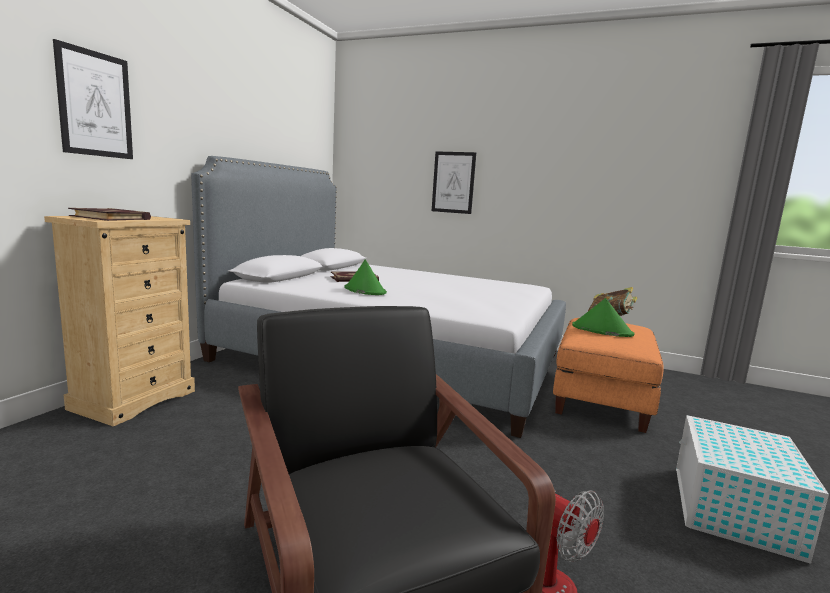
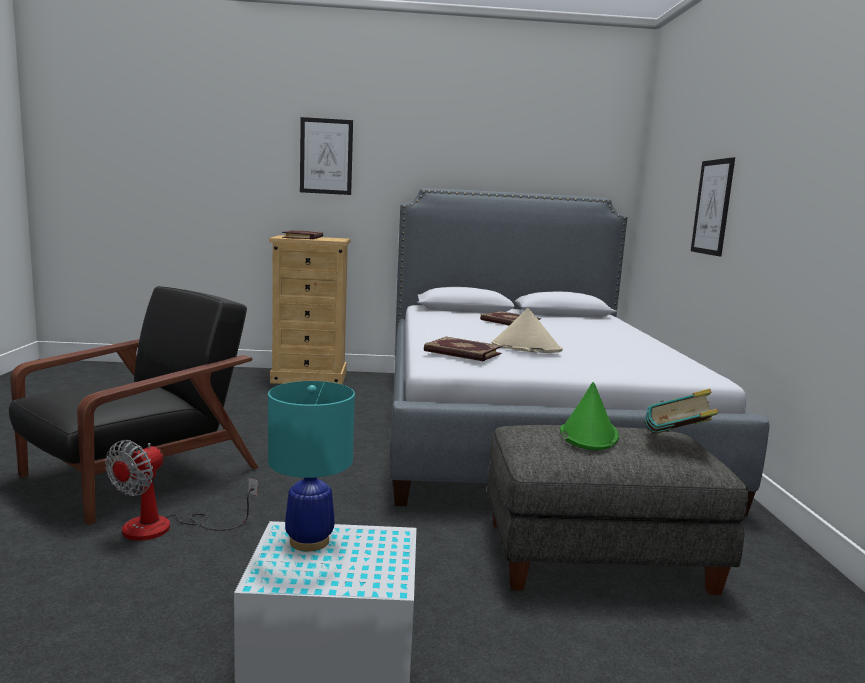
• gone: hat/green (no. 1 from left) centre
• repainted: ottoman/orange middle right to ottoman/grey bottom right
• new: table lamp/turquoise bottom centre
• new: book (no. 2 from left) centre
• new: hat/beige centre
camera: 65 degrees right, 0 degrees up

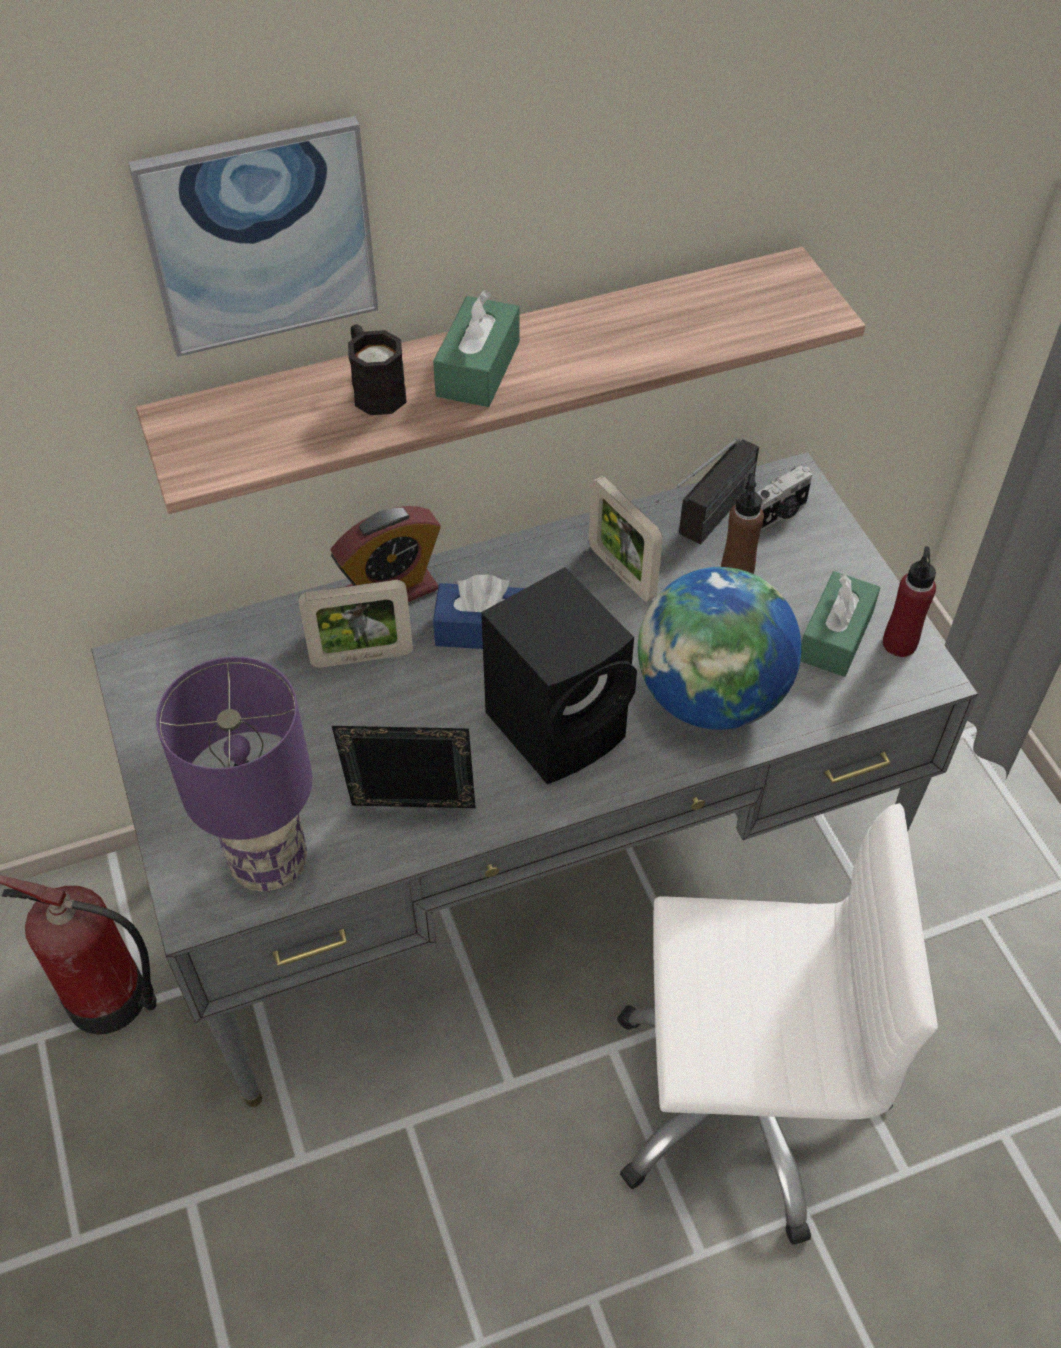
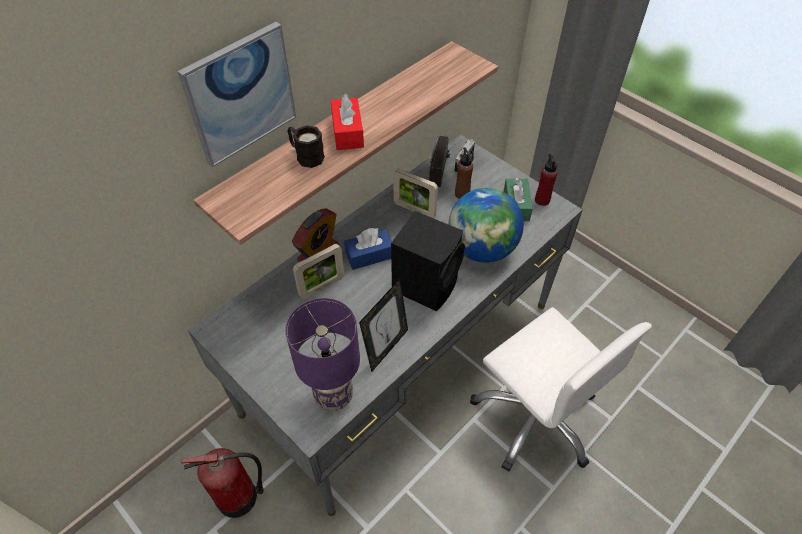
• rotated: picture frame (no. 2 from left) centre = centre 150 degrees clockwise
• repainted: tissue box/green (no. 1 from left) top centre to tissue box/red top centre
• rotated: office chair/white bottom right = bottom right 75 degrees clockwise
camera: 25 degrees left, 0 degrees up

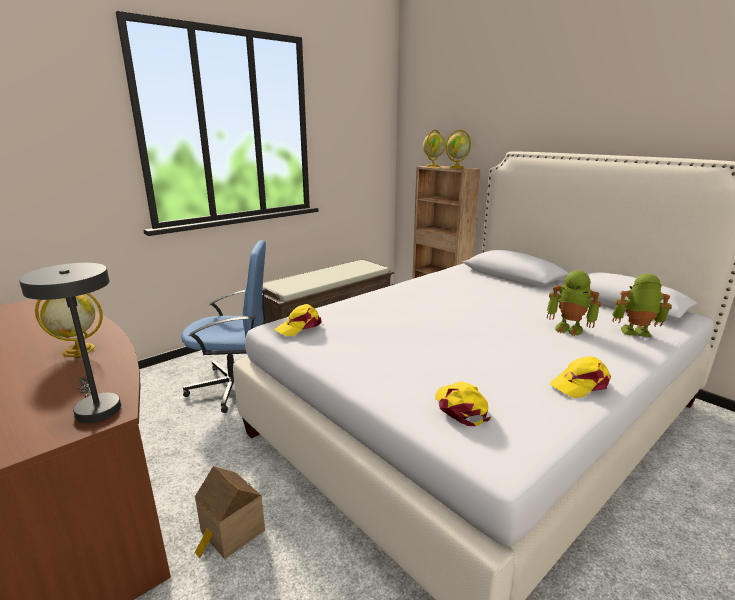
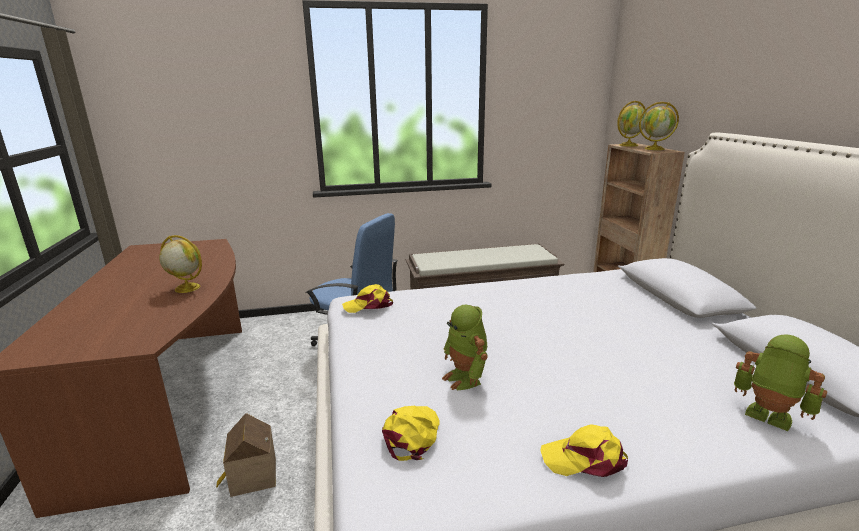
• gone: table lamp/grey middle left
• shifted: toy robot (no. 1 from left) middle right to centre
camera: 30 degrees right, 0 degrees up

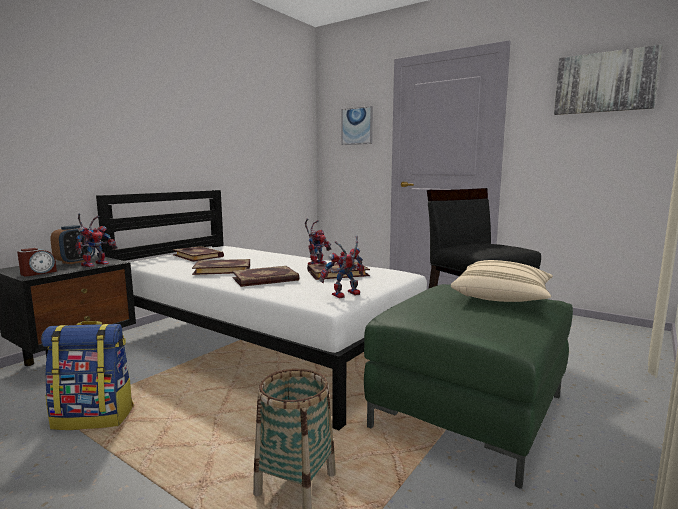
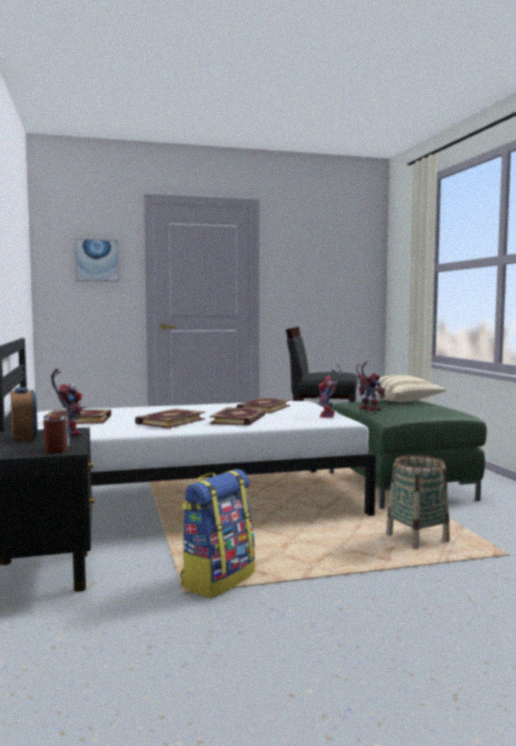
• shifted: toy robot (no. 2 from left in the first image) centre to toy robot (no. 3 from left) middle right
• gone: picture (no. 2 from left) top right
camera: 50 degrees left, 5 degrees down

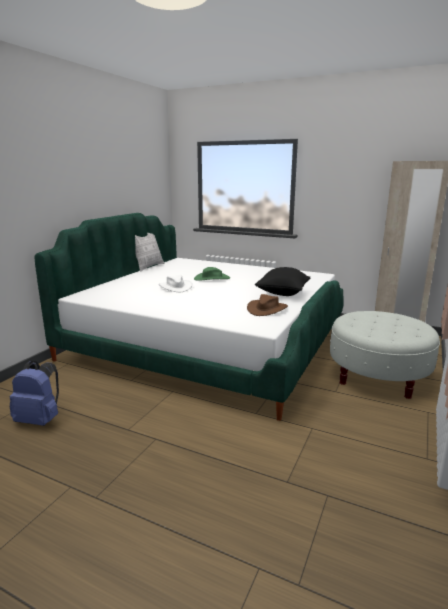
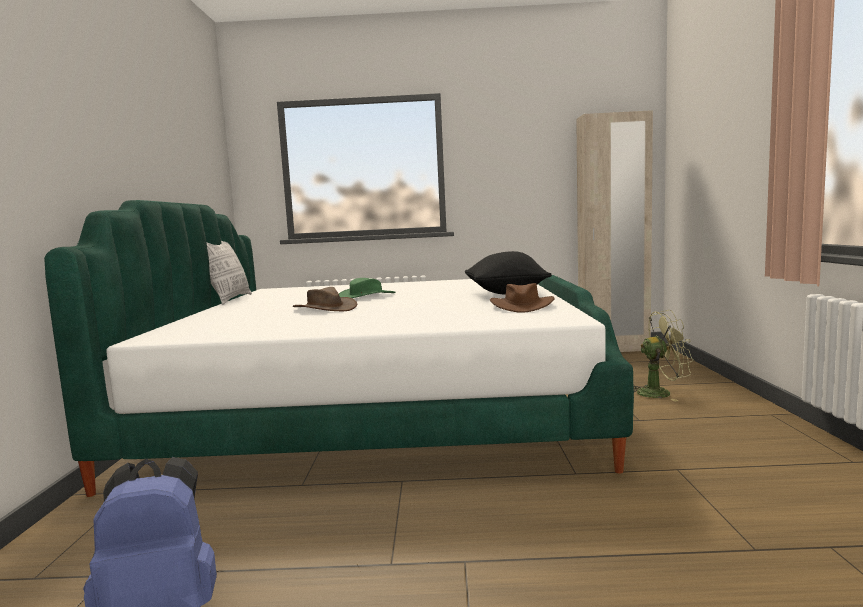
• repainted: hat/white centre to hat/brown (no. 1 from left) centre
• swapped: ottoman/white middle right to fan/green middle right
camera: 25 degrees left, 10 degrees down

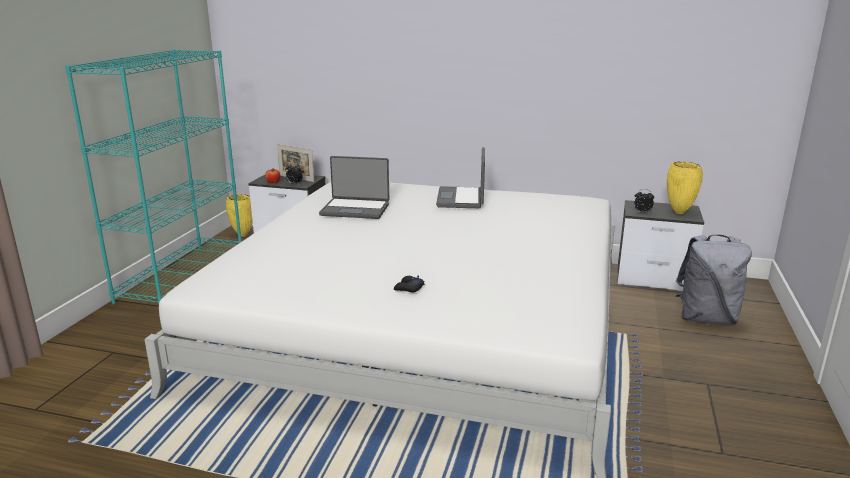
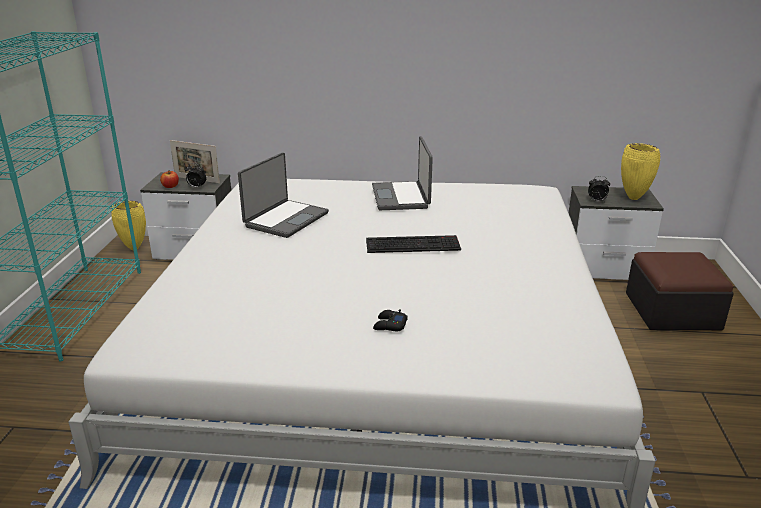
• rotated: laptop (no. 1 from left) centre = centre 60 degrees counterclockwise
• swapped: backpack/grey middle right to ottoman middle right
• new: keyboard centre
camera: 10 degrees left, 5 degrees up

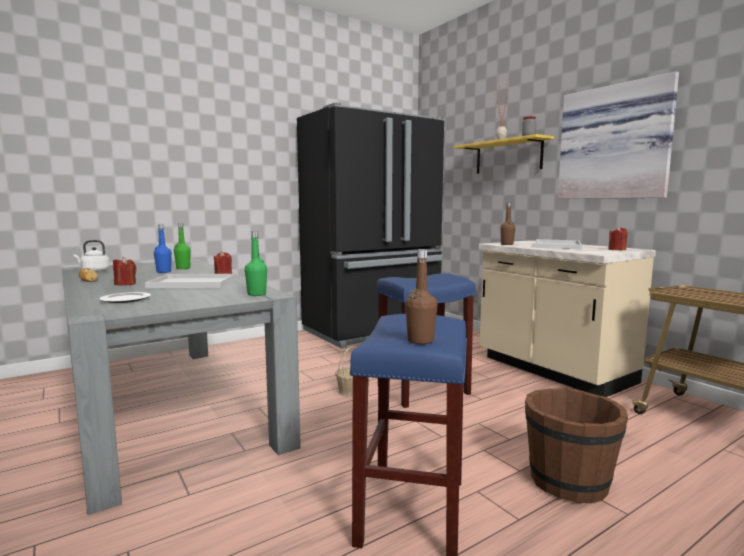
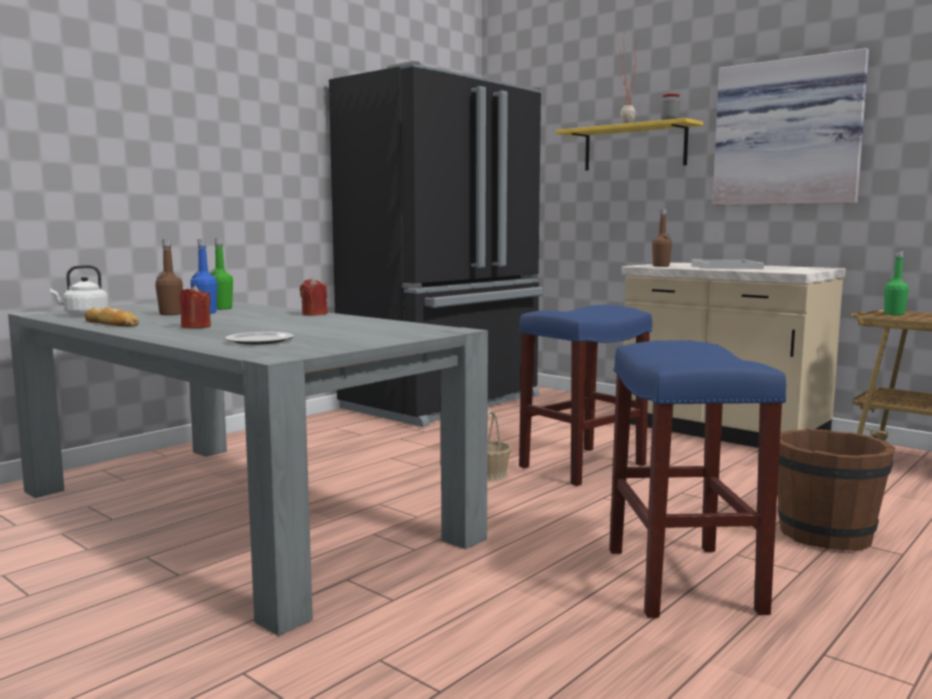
• gone: tray/white (no. 1 from left) middle left
• shifted: bottle/green (no. 2 from left) centre to middle right
• shifted: bottle/brown (no. 1 from left) centre to middle left
• gone: candle/red (no. 3 from left) middle right
camera: 15 degrees left, 0 degrees up

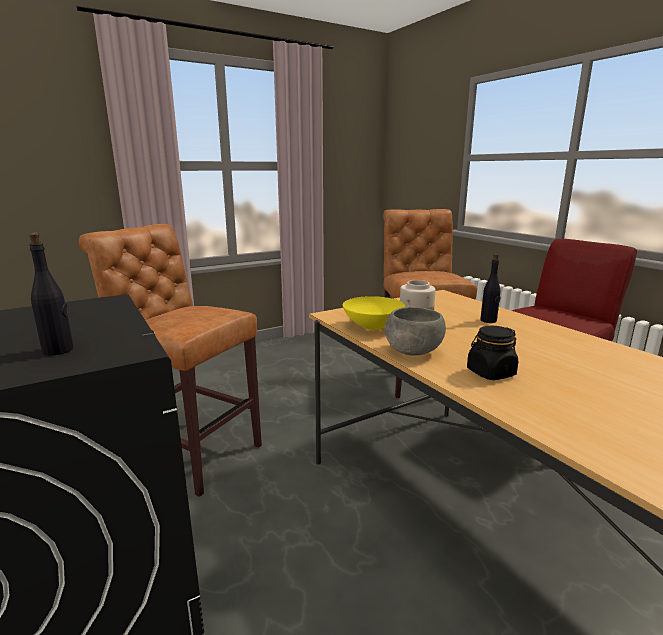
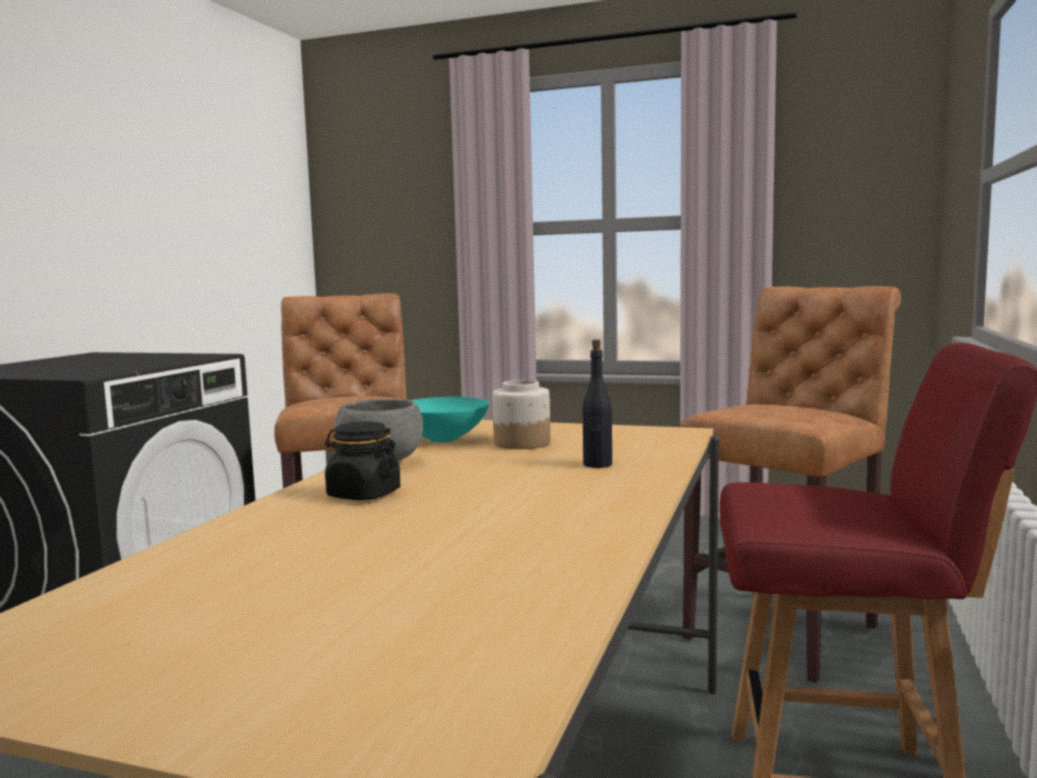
• gone: bottle/black (no. 1 from left) middle left
• repainted: bowl/yellow centre to bowl/turquoise centre
camera: 50 degrees right, 10 degrees down

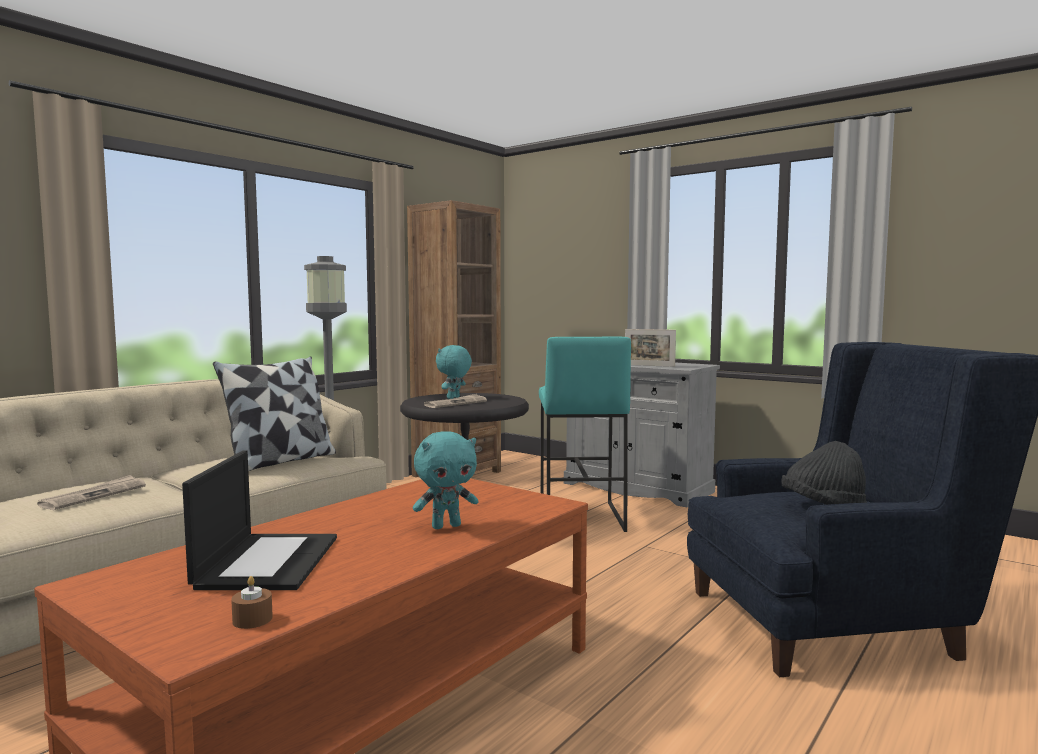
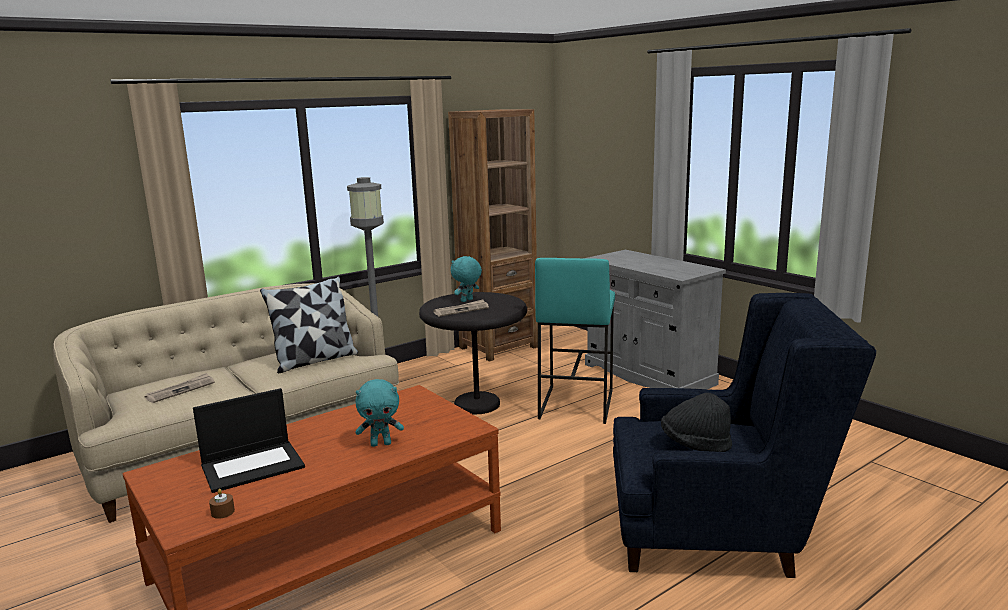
• rotated: laptop bottom left = bottom left 45 degrees clockwise
• gone: picture frame centre
camera: 15 degrees right, 10 degrees up

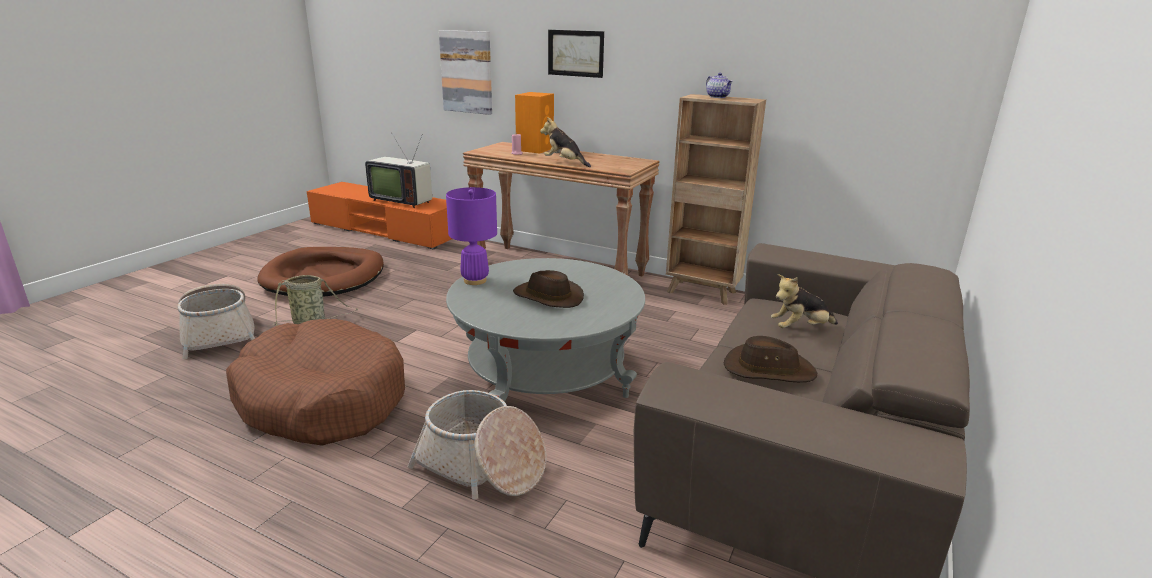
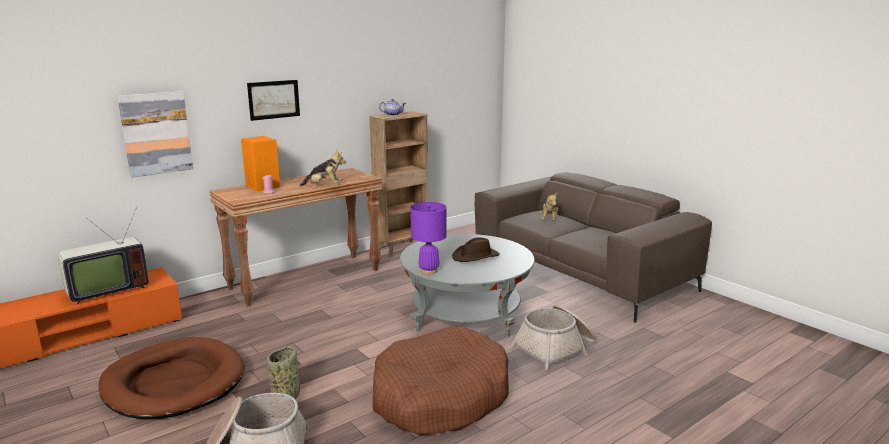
• rotated: plush toy (no. 1 from left) top centre = centre 150 degrees counterclockwise
• gone: hat/brown (no. 2 from left) middle right
camera: 65 degrees left, 5 degrees down

